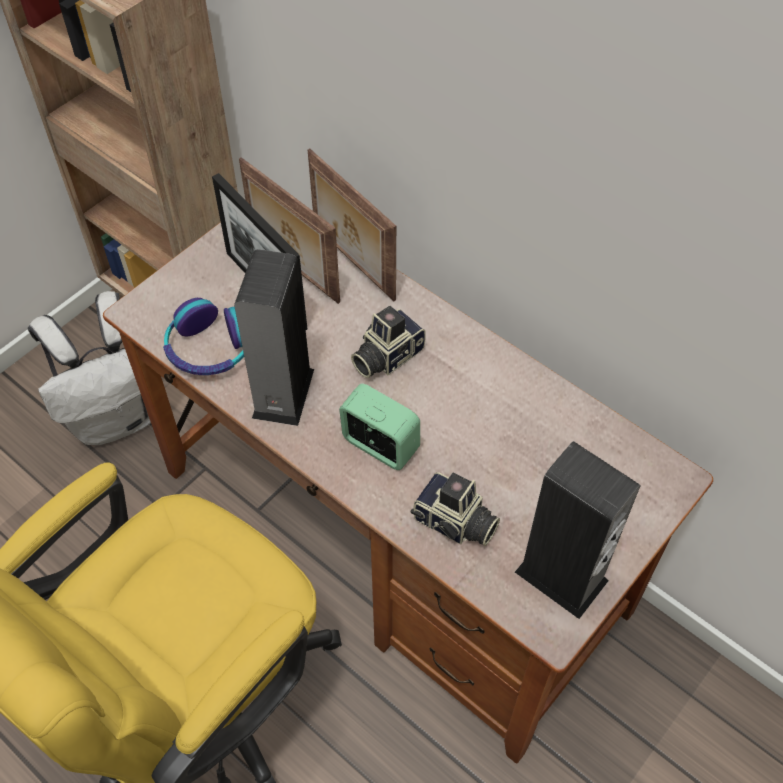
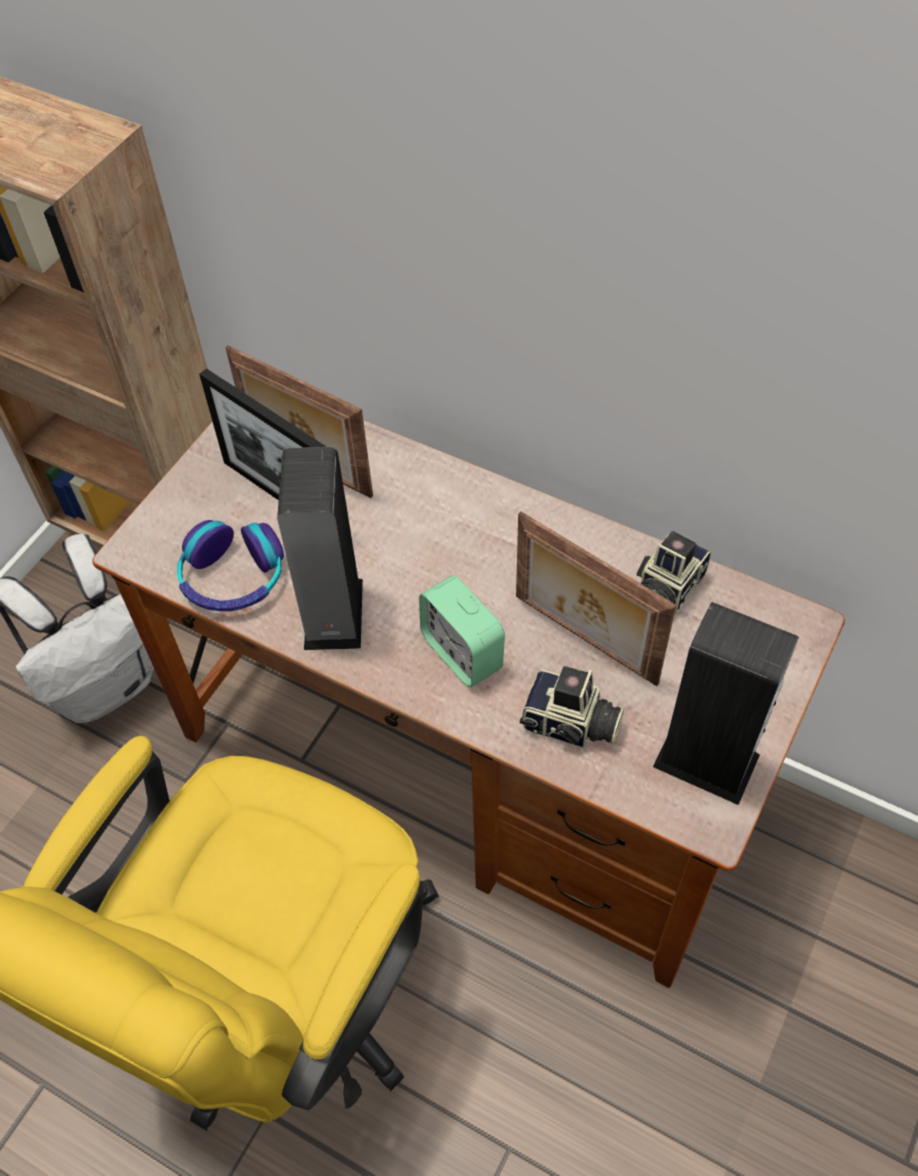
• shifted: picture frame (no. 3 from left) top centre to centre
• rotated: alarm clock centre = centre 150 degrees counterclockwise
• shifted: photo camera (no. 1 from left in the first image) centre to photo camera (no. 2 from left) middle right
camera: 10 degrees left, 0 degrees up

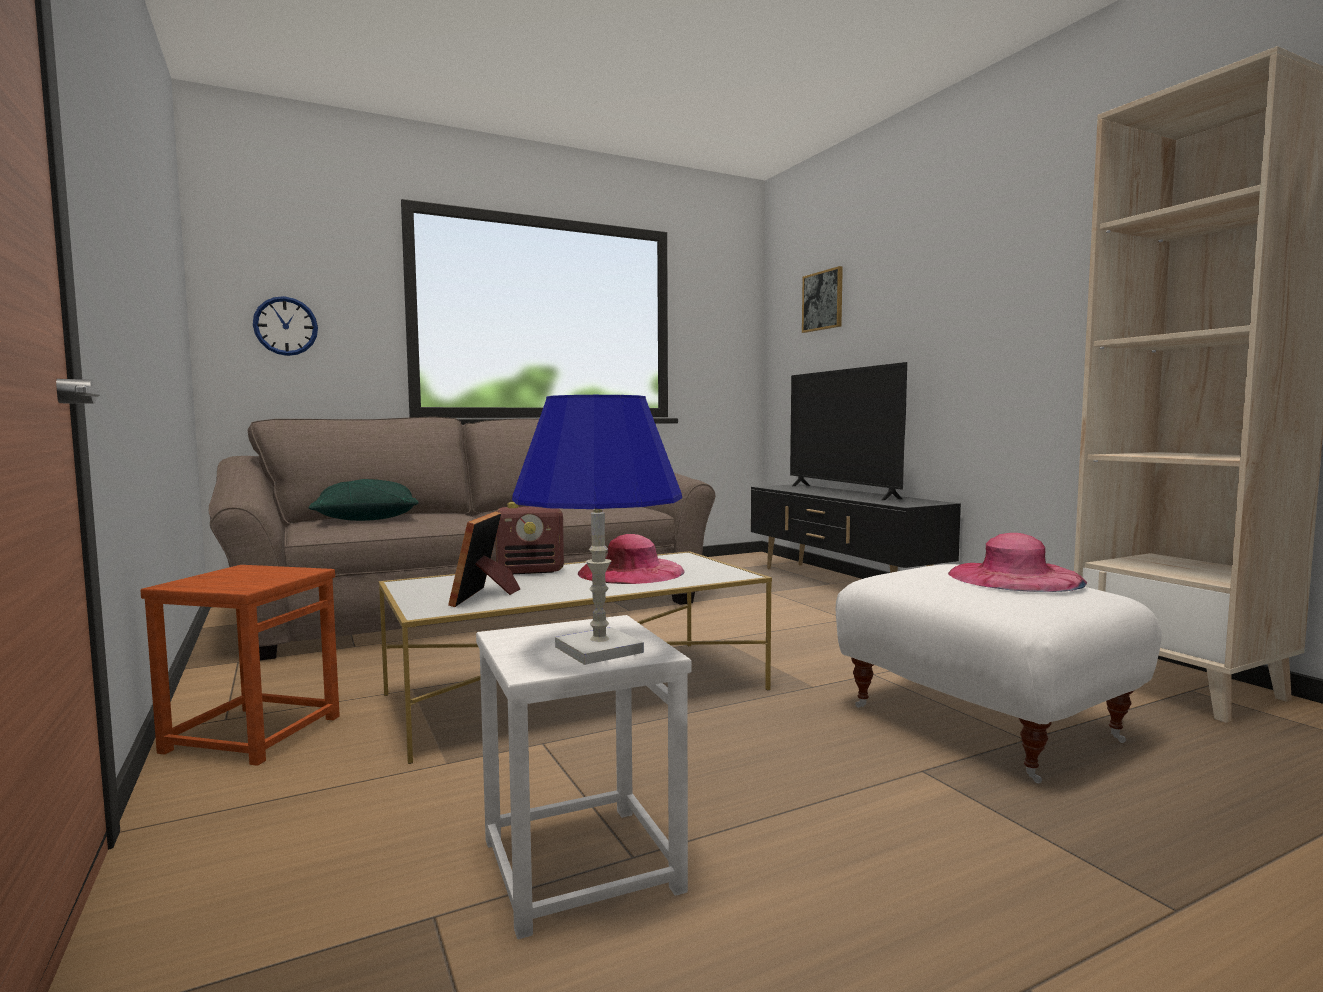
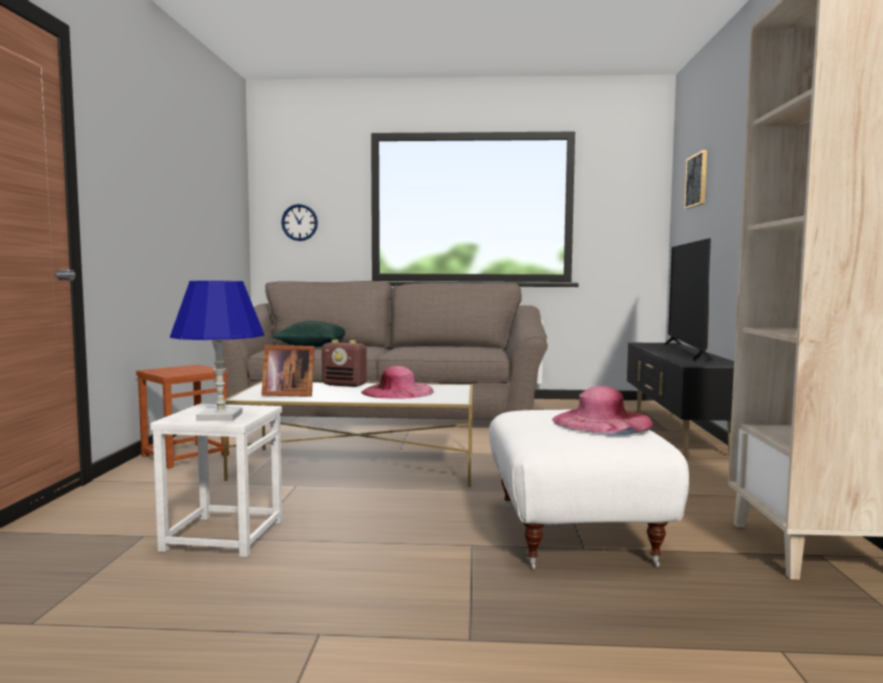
• rotated: picture frame centre = middle left 120 degrees counterclockwise
camera: 30 degrees right, 0 degrees up

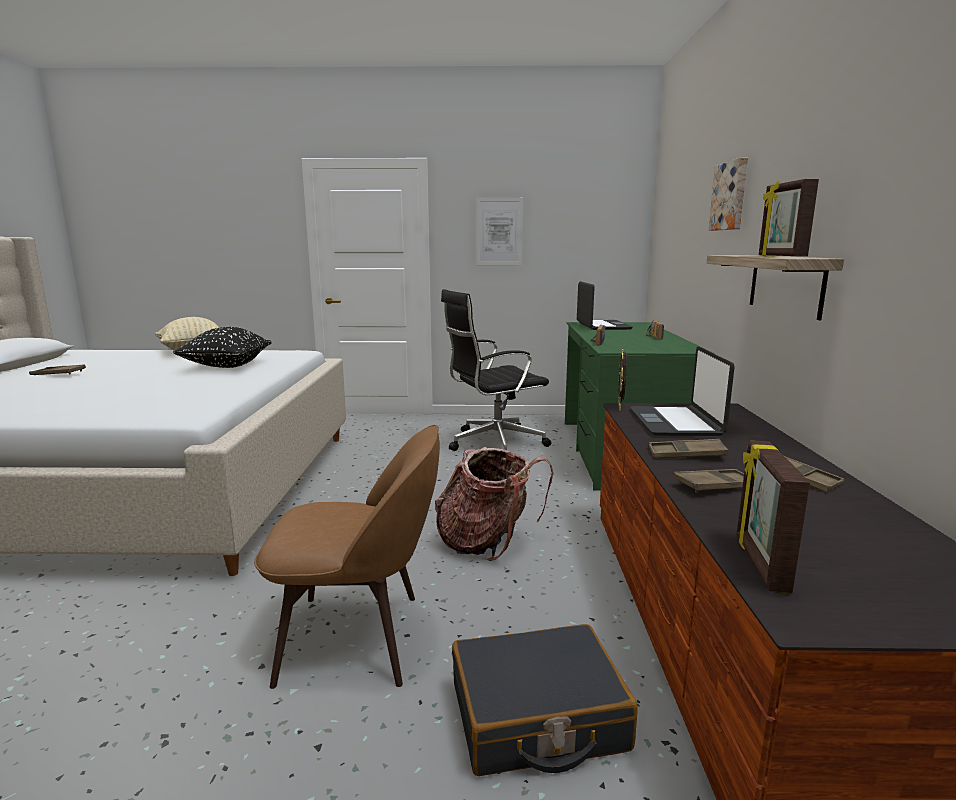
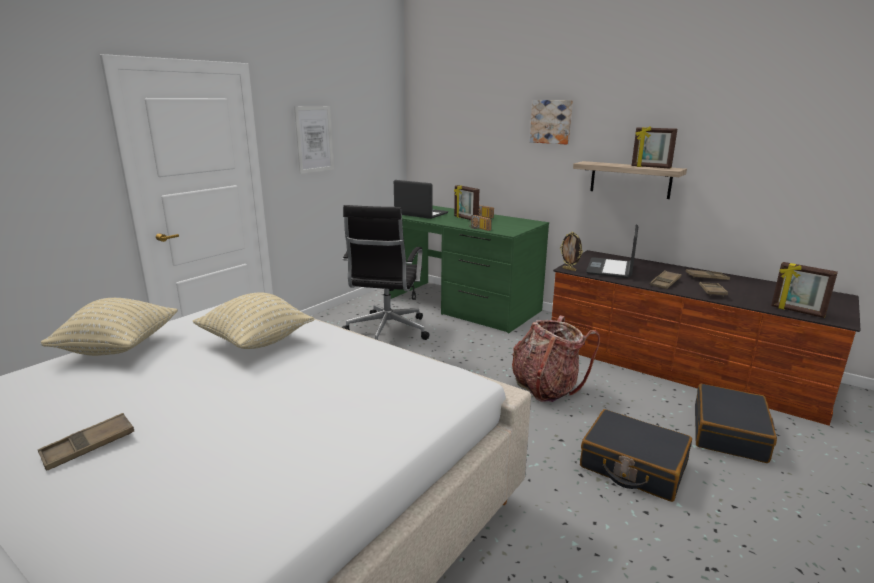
• repainted: pillow/black middle left to pillow/beige (no. 2 from left) middle left
• swapped: chair/brown bottom centre to suitcase/black (no. 1 from left) bottom right
• rotated: laptop (no. 2 from left) middle right = middle right 75 degrees clockwise
• new: picture frame (no. 1 from left) centre
camera: 55 degrees left, 5 degrees up

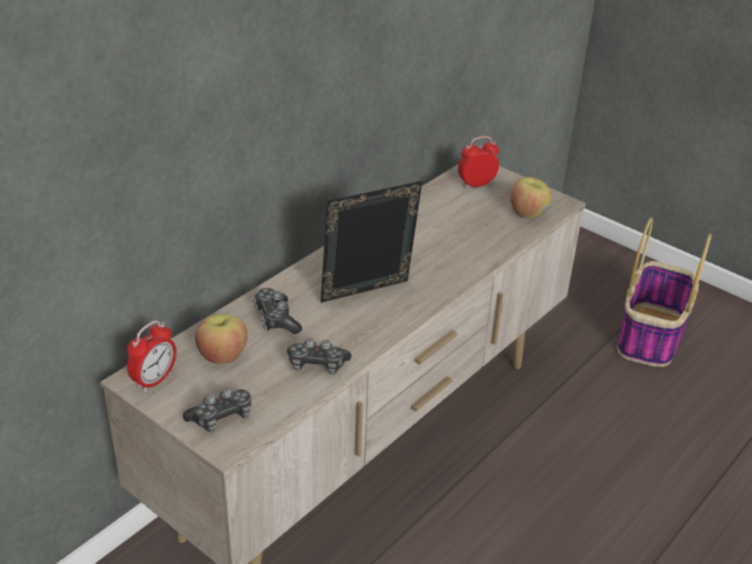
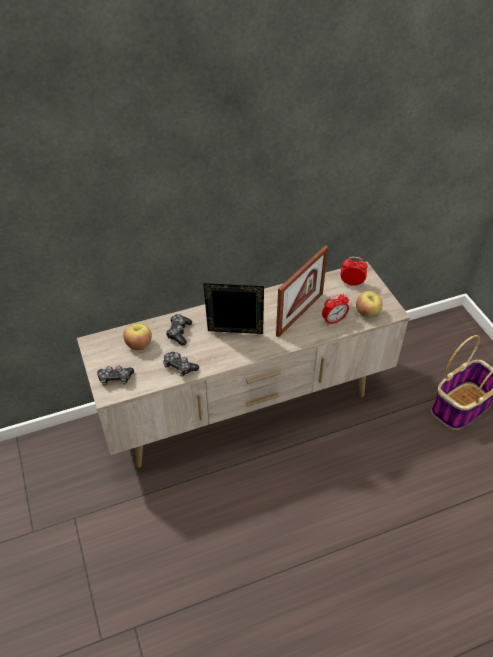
• shifted: alarm clock (no. 1 from left) middle left to middle right
• new: picture frame (no. 2 from left) centre
camera: 30 degrees right, 10 degrees up

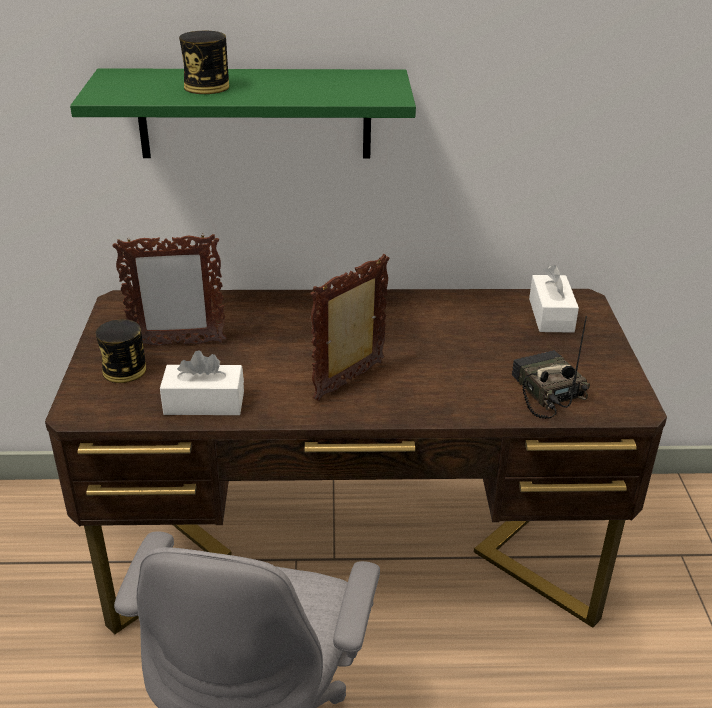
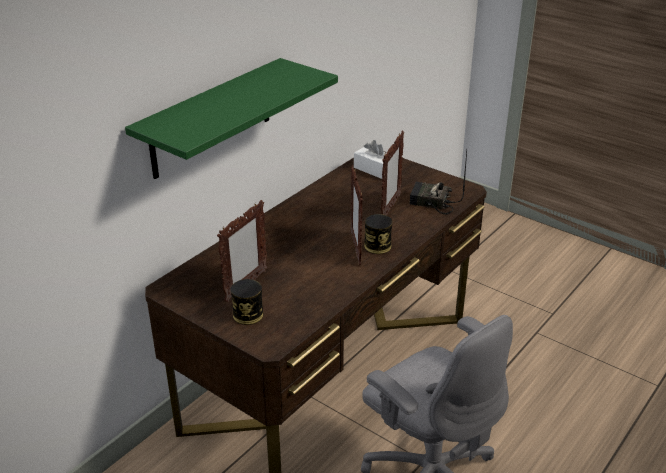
• gone: tissue box/white (no. 1 from left) middle left
• shifted: can (no. 2 from left) top left to centre
• new: picture frame (no. 3 from left) centre
camera: 50 degrees left, 0 degrees up

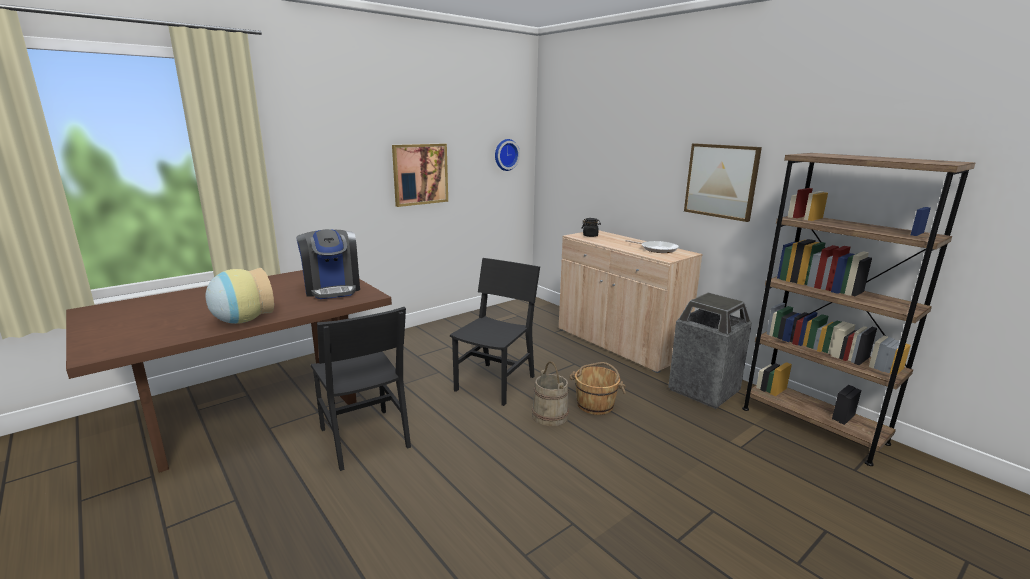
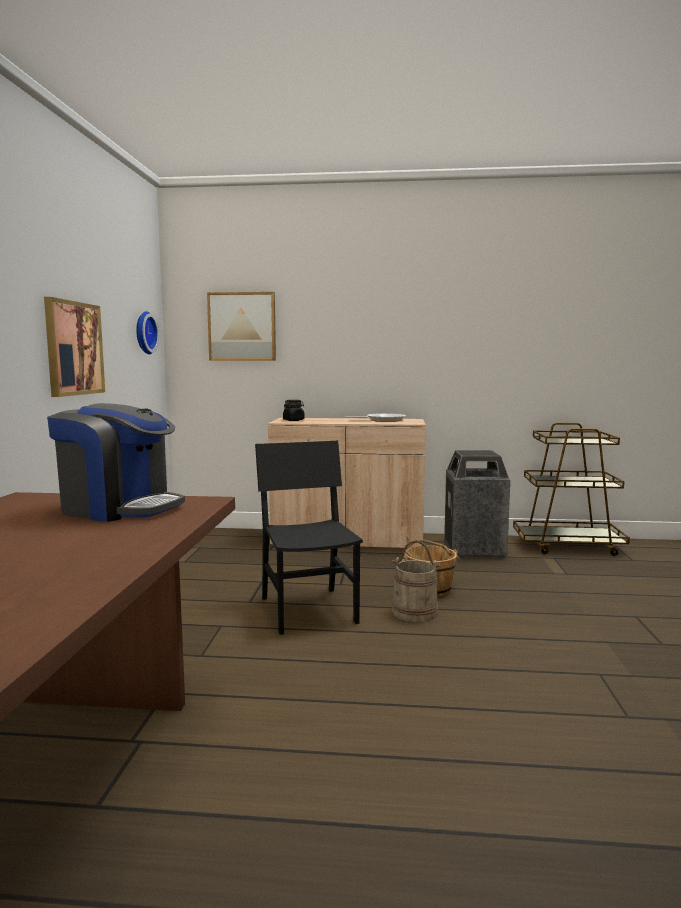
• gone: vase middle left
• gone: chair/black (no. 1 from left) bottom centre
• shifted: picture (no. 2 from left) top right to centre
• swapped: bookcase/brown middle right to cart/brown middle right
camera: 45 degrees left, 10 degrees down

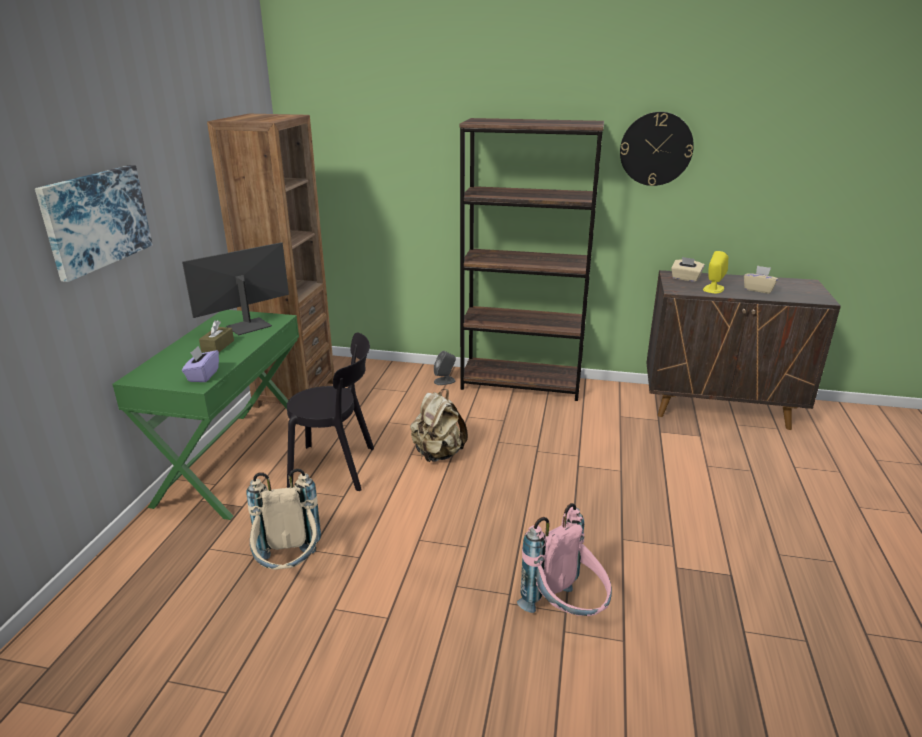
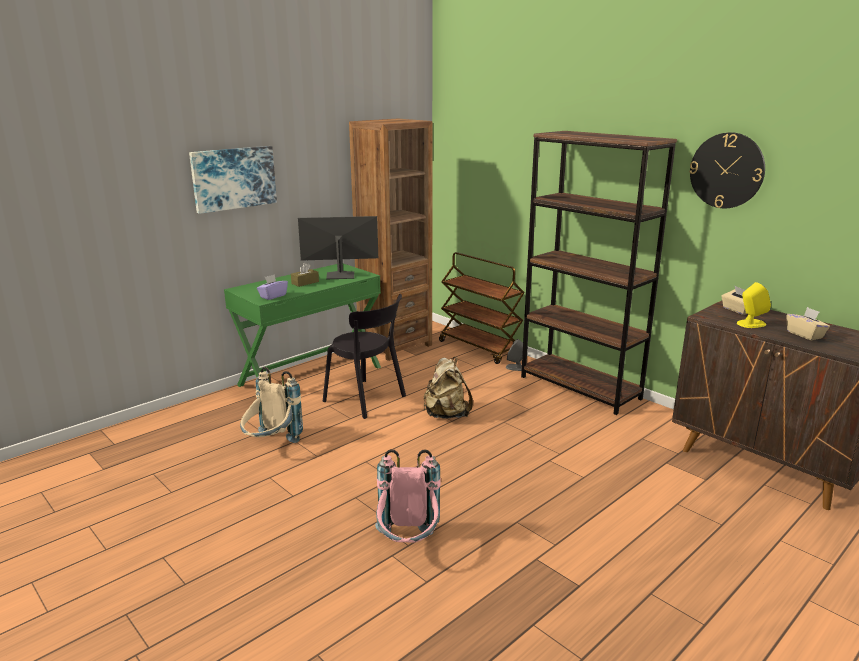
• new: cart/brown centre
camera: 35 degrees right, 5 degrees down

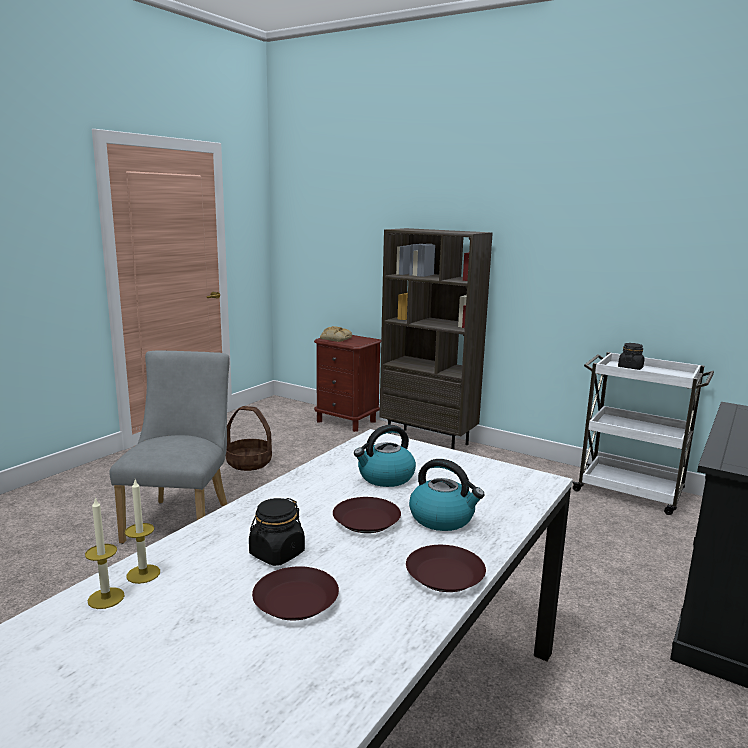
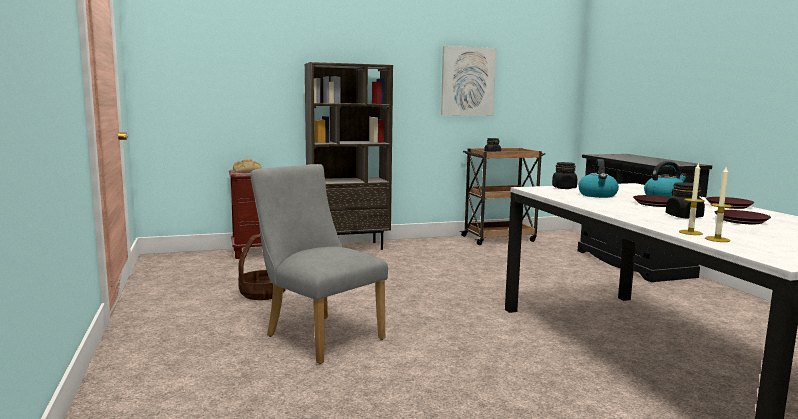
• repainted: cart/white middle right to cart/brown centre
• new: picture top centre
• new: jar/black (no. 2 from left) middle right
camera: 50 degrees left, 5 degrees down

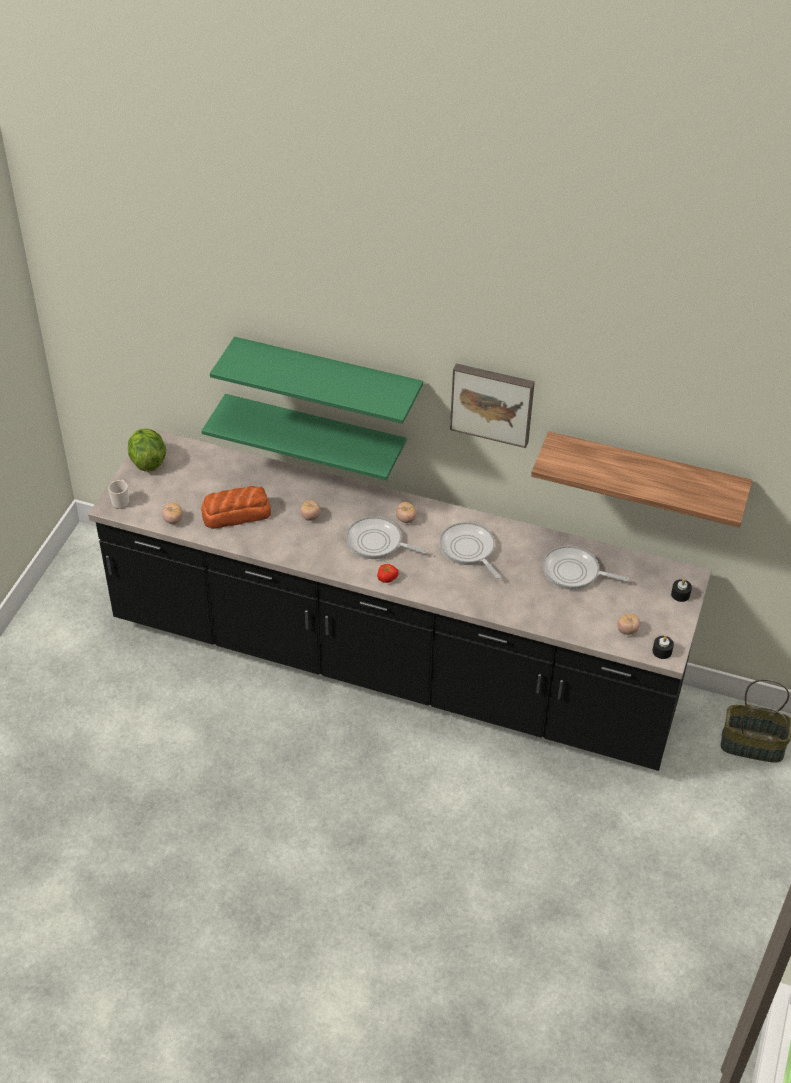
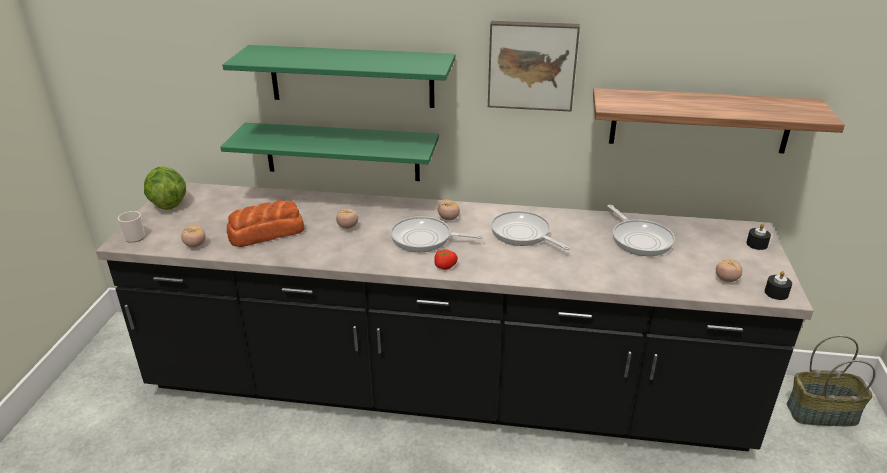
• rotated: frying pan (no. 3 from left) middle right = middle right 120 degrees counterclockwise
camera: 10 degrees left, 15 degrees down

